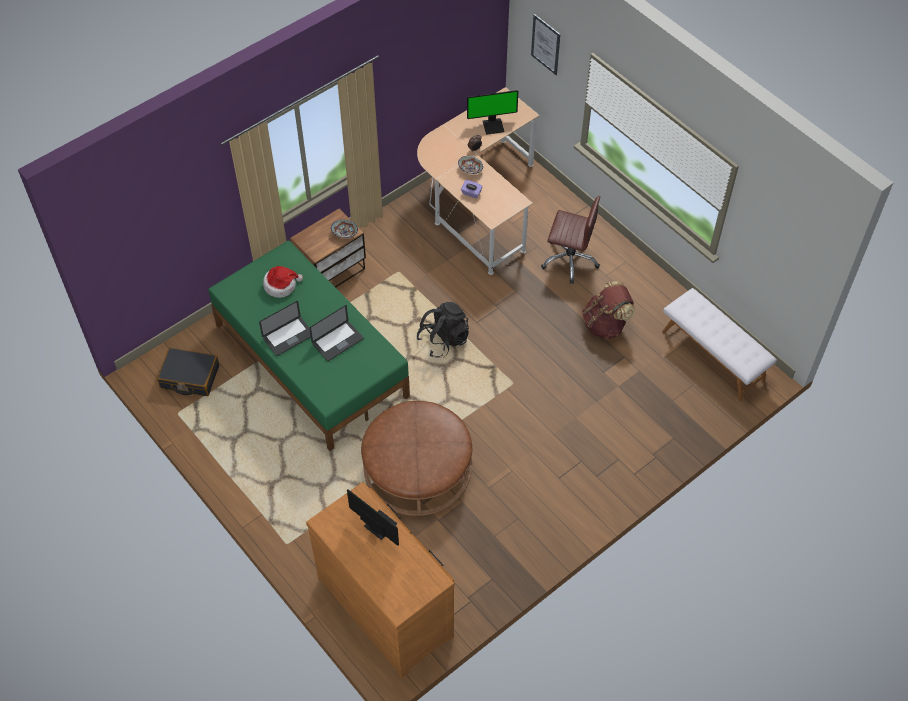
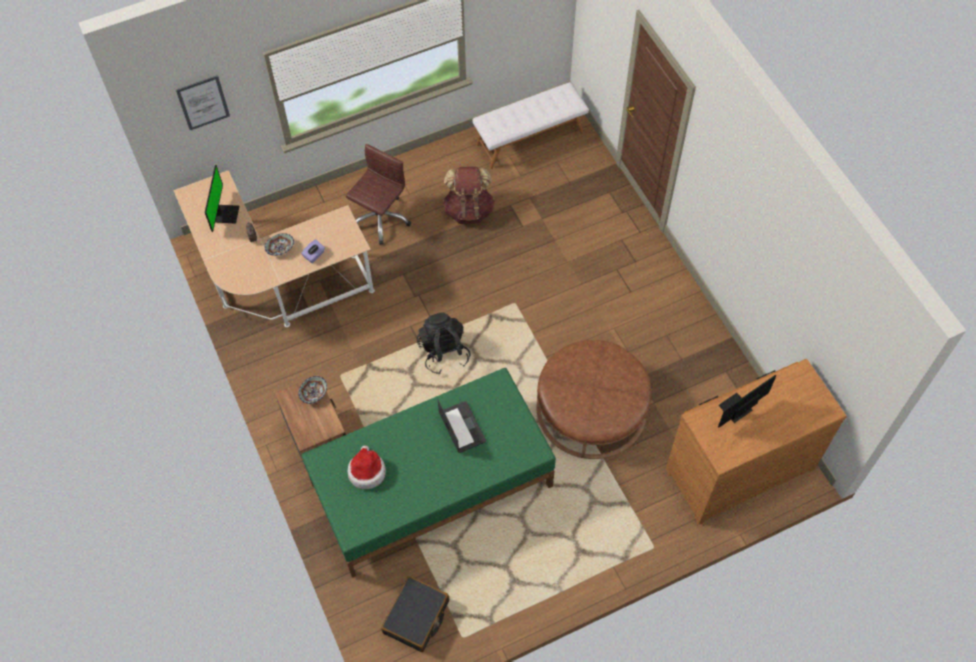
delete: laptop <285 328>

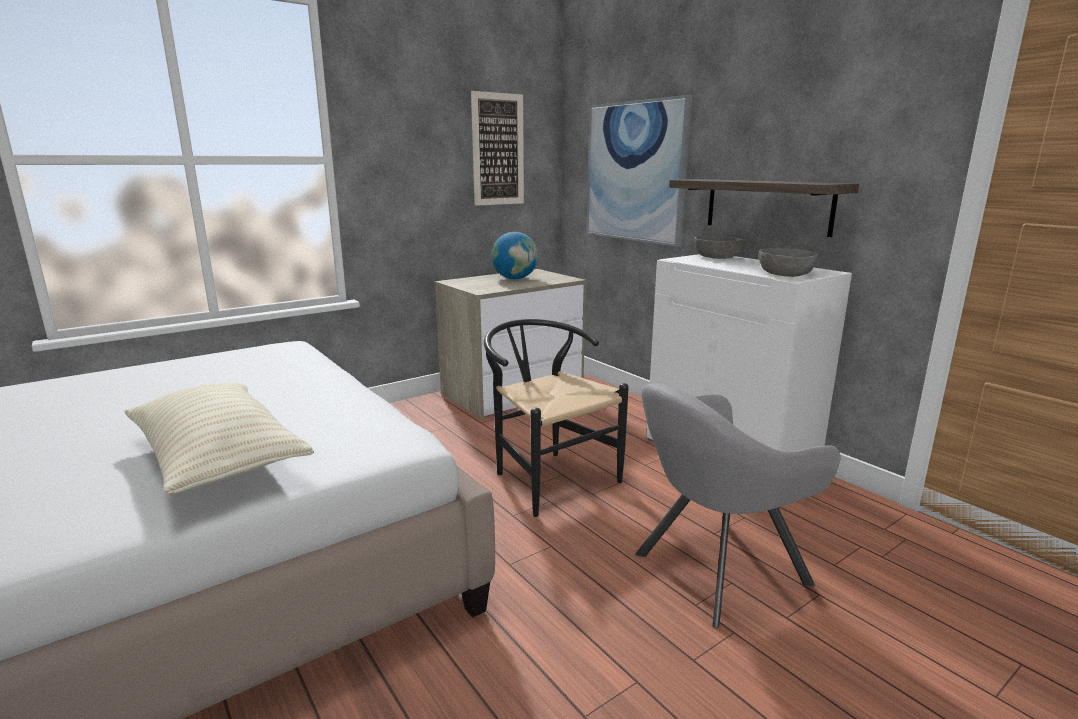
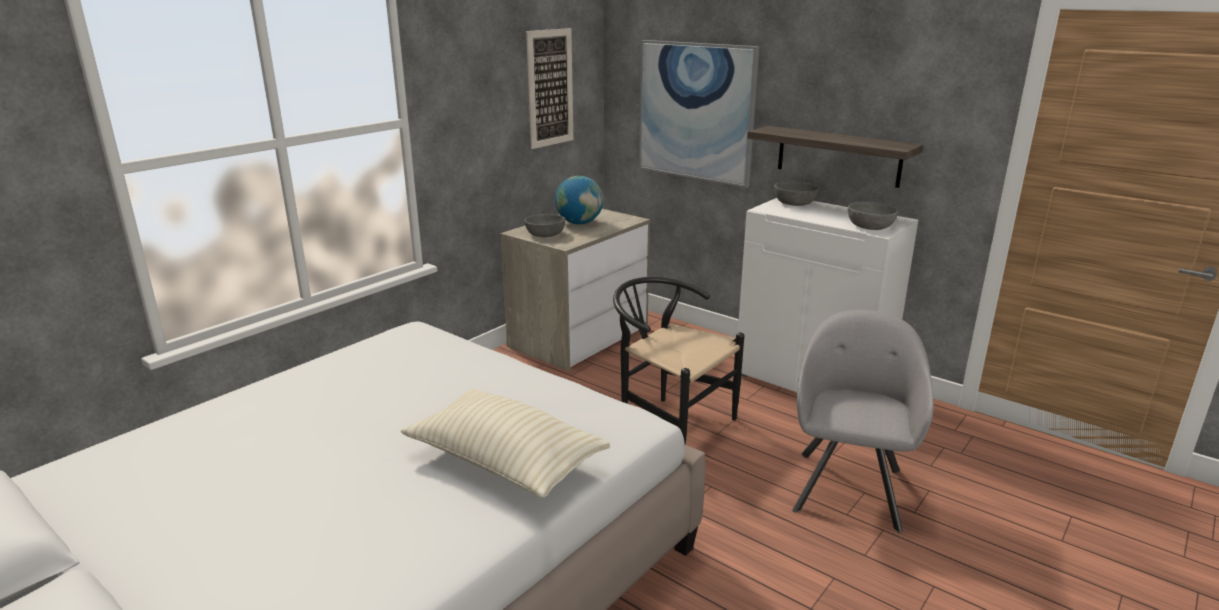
insert: grey bowl <544 225>
rotate: grey armchair <738 505> = <863 421> 150 degrees clockwise

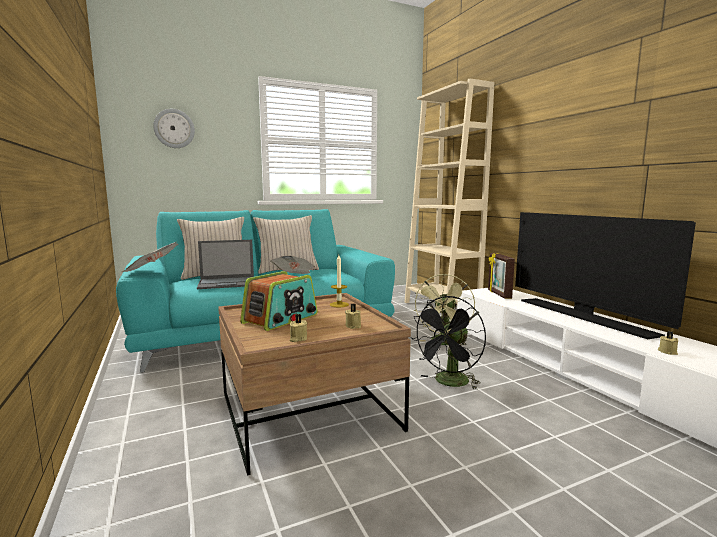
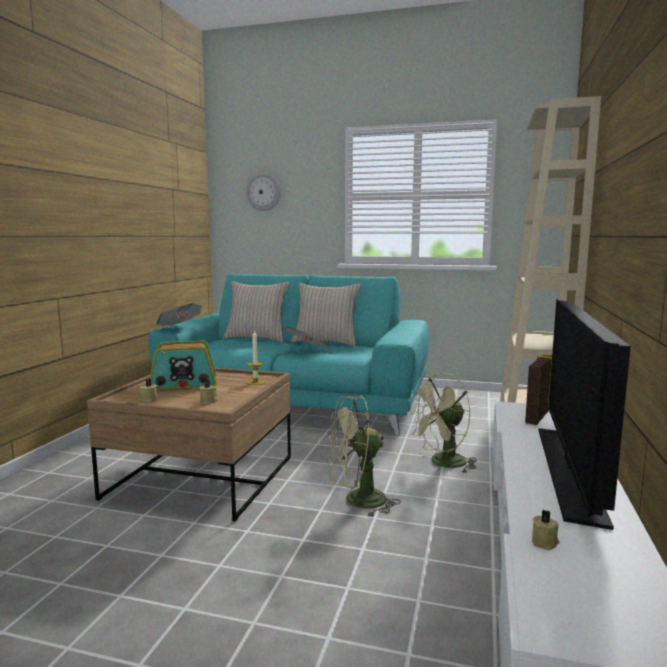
delete: laptop <225 264>
recolor: black fan <449 343> to green fan <364 456>

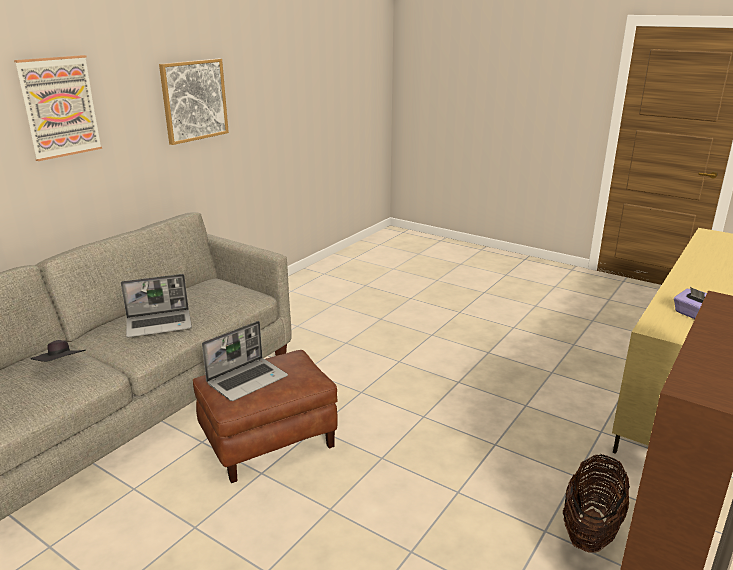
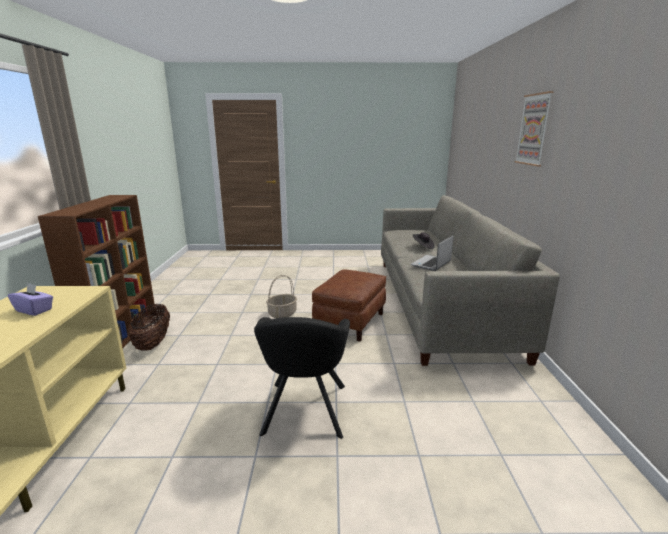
delete: picture <194 102>; laptop <245 361>
insert: black armchair <302 378>; basket <281 296>

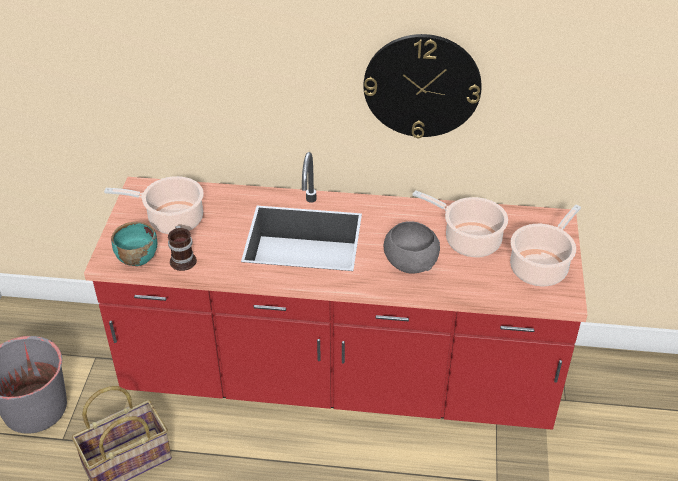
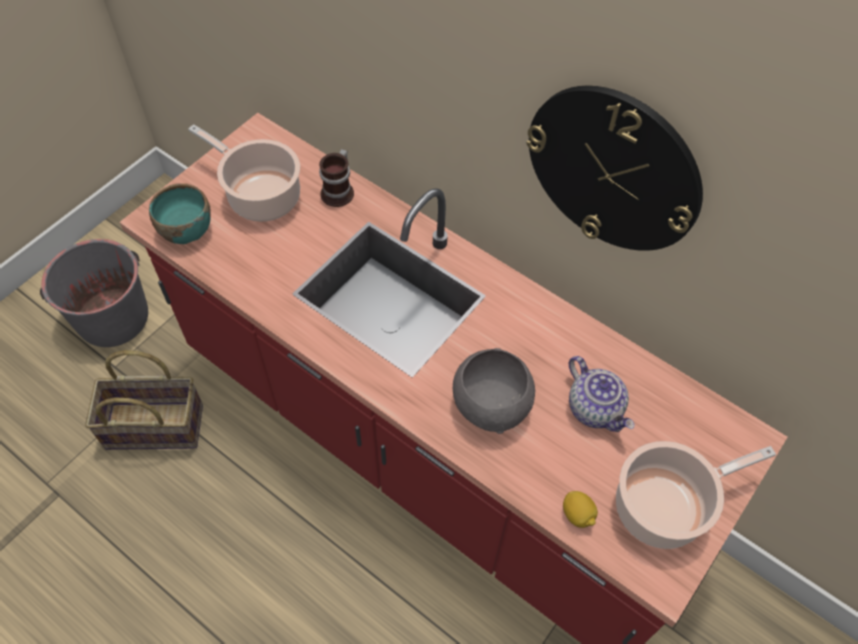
insert: lemon <580 509>
move: mug <182 248> to <336 178>
replace: cooking pot <460 223> to teapot <601 394>

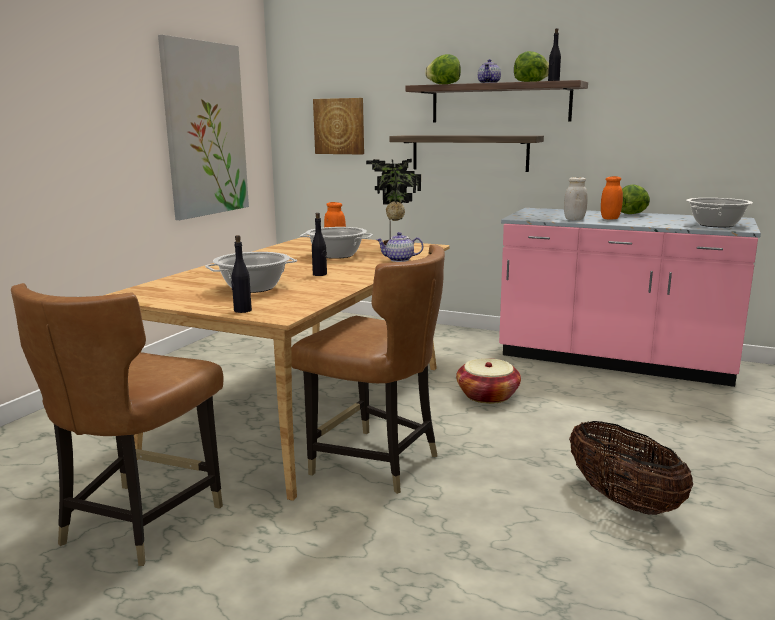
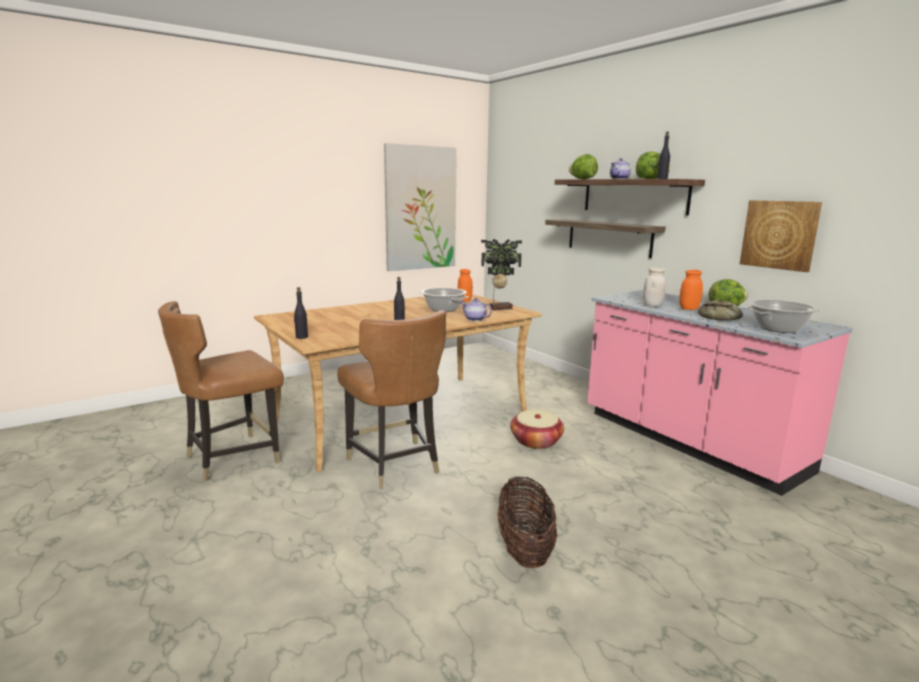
delete: cooking pot <251 272>
insert: bread <720 309>
move: picture <338 126> to <781 236>

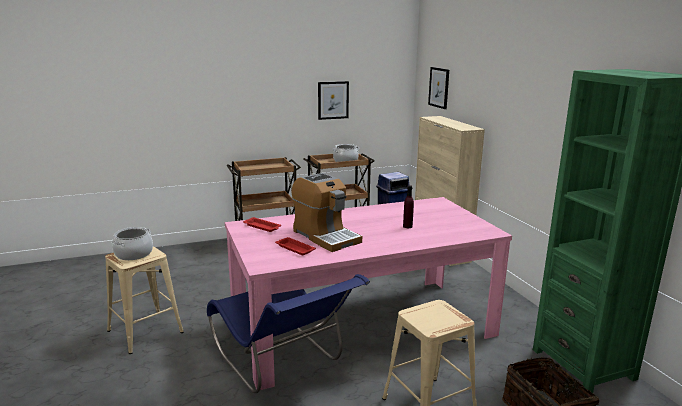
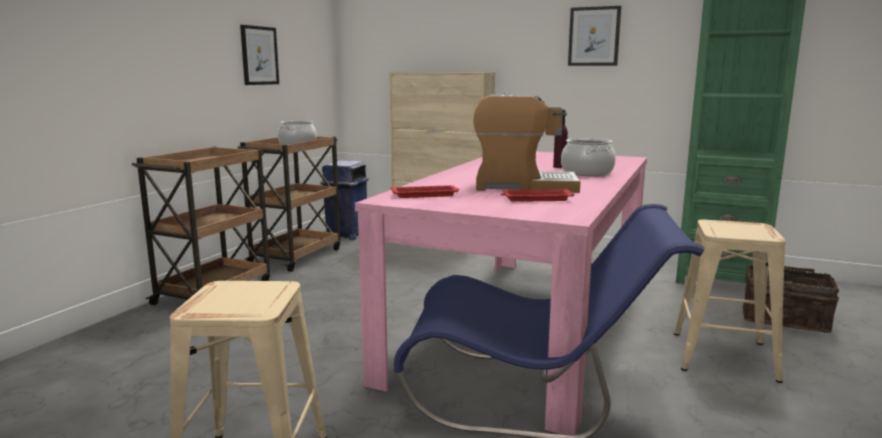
move: cooking pot <132 243> to <588 157>; picture <438 88> to <594 36>

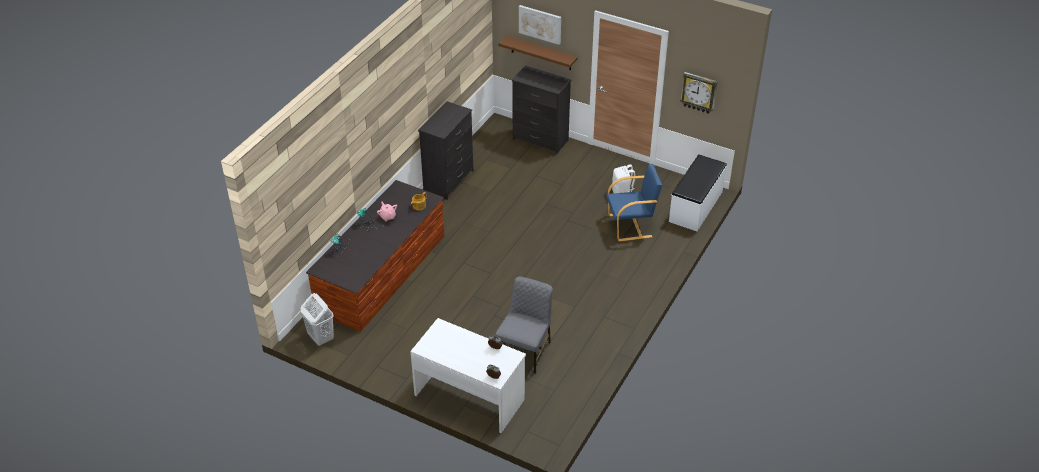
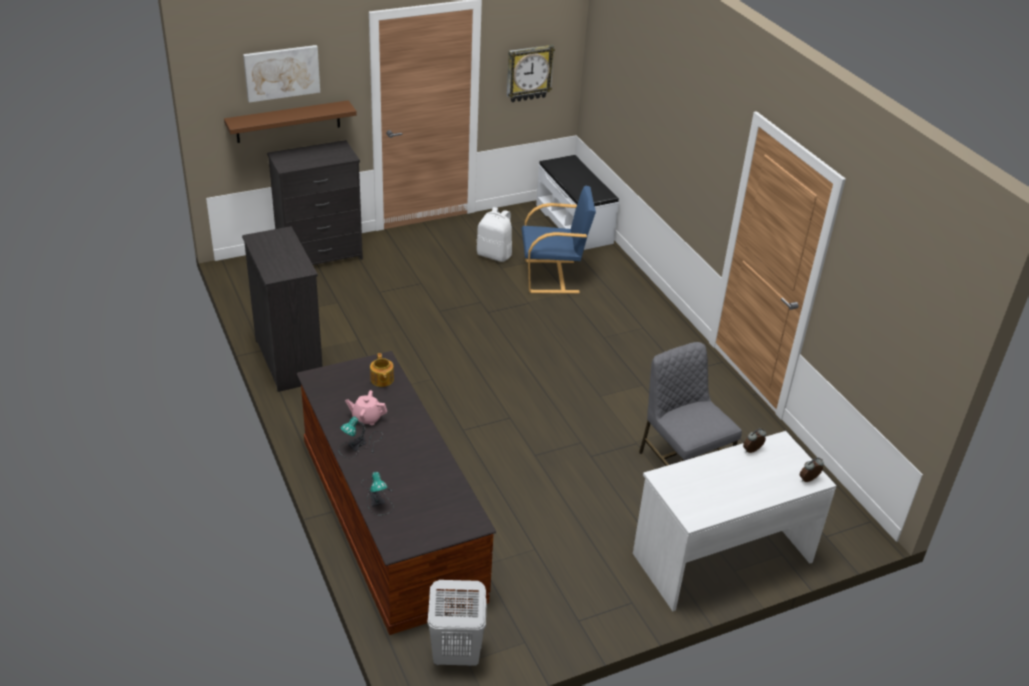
rotate: blue armchair <634 203> = <559 239> 60 degrees clockwise

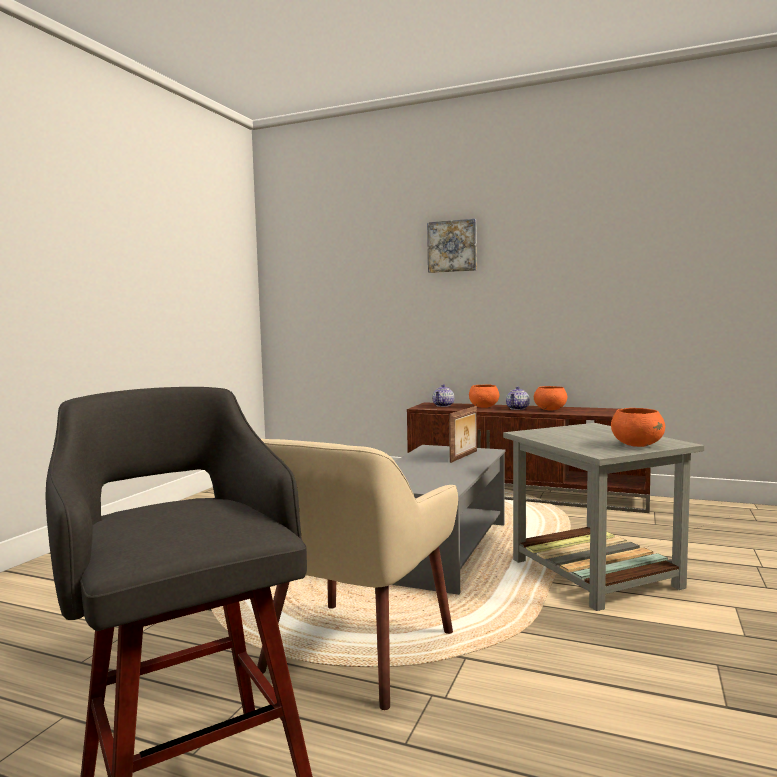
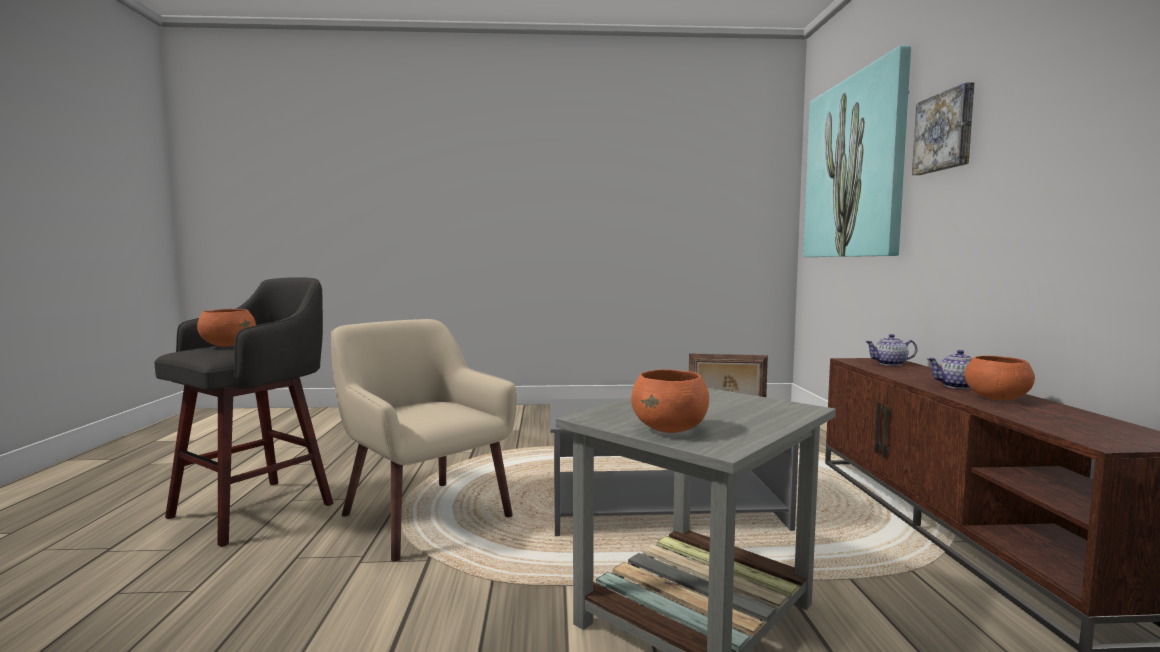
insert: picture <857 151>
move: orange bowl <484 396> to <226 327>
rotate: beige armchair <357 574> = <424 440> 45 degrees clockwise

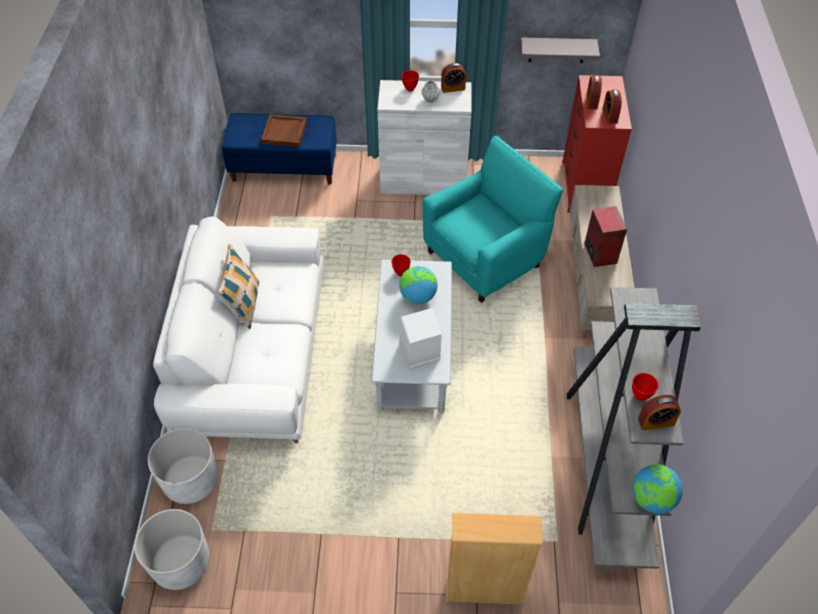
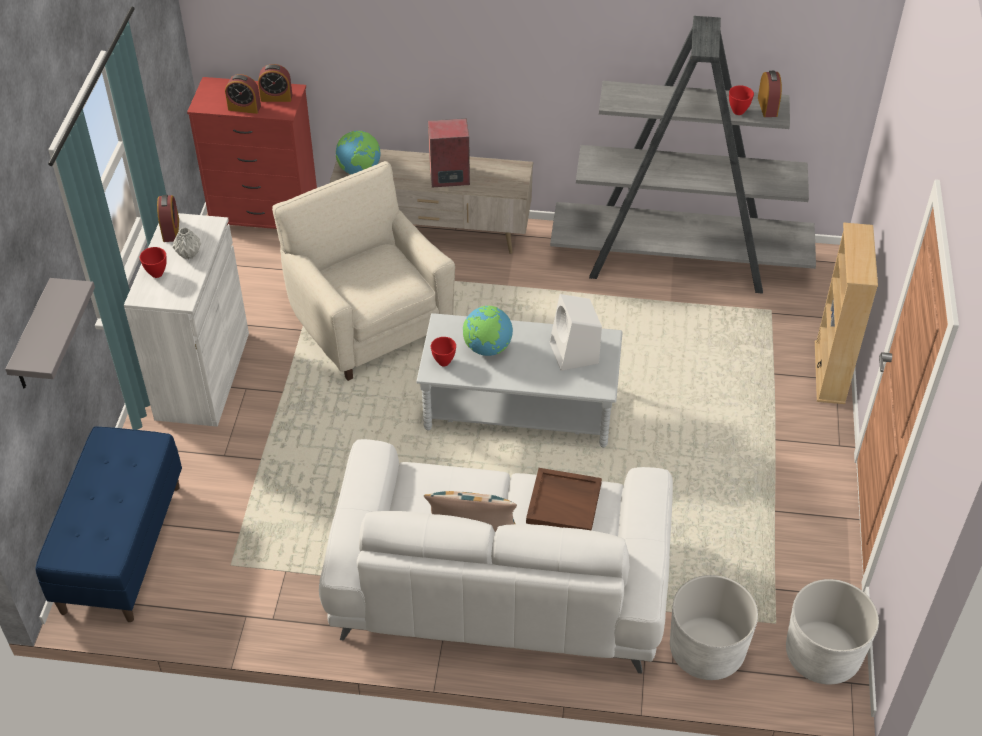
move: grey shelf <560 50> to <50 333>; globe <658 489> to <358 153>; brown tray <284 130> to <564 499>
recolor: turquoise armchair <493 219> to beige armchair <363 271>

